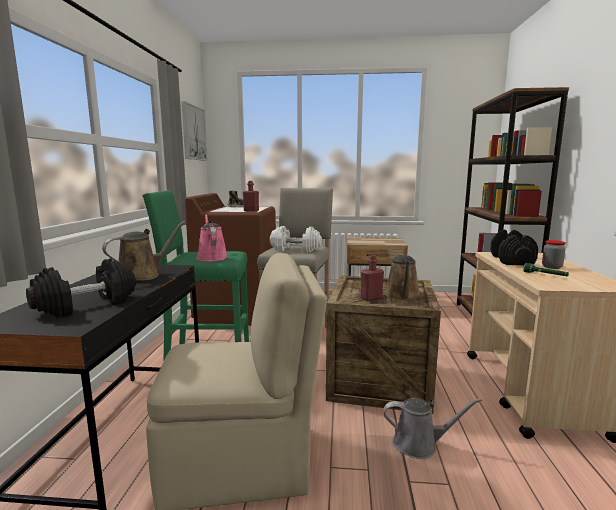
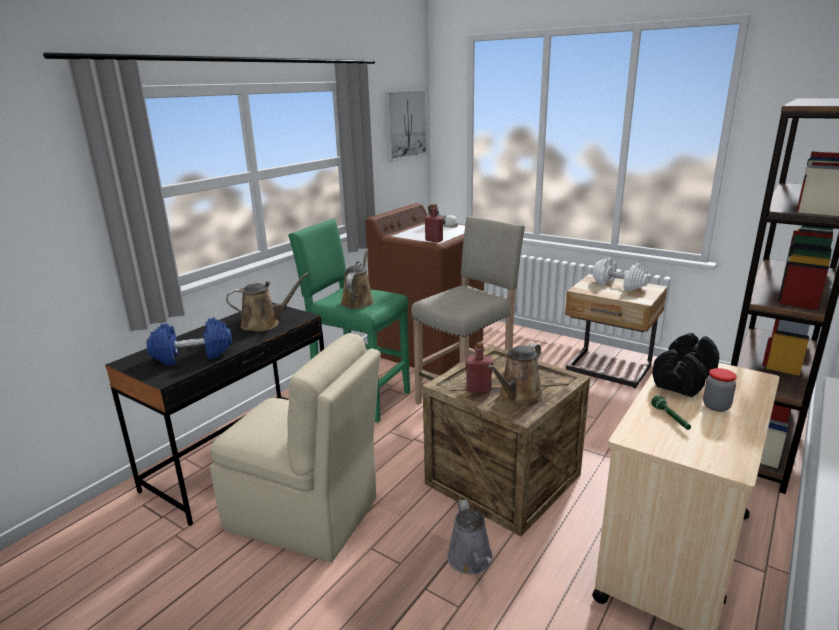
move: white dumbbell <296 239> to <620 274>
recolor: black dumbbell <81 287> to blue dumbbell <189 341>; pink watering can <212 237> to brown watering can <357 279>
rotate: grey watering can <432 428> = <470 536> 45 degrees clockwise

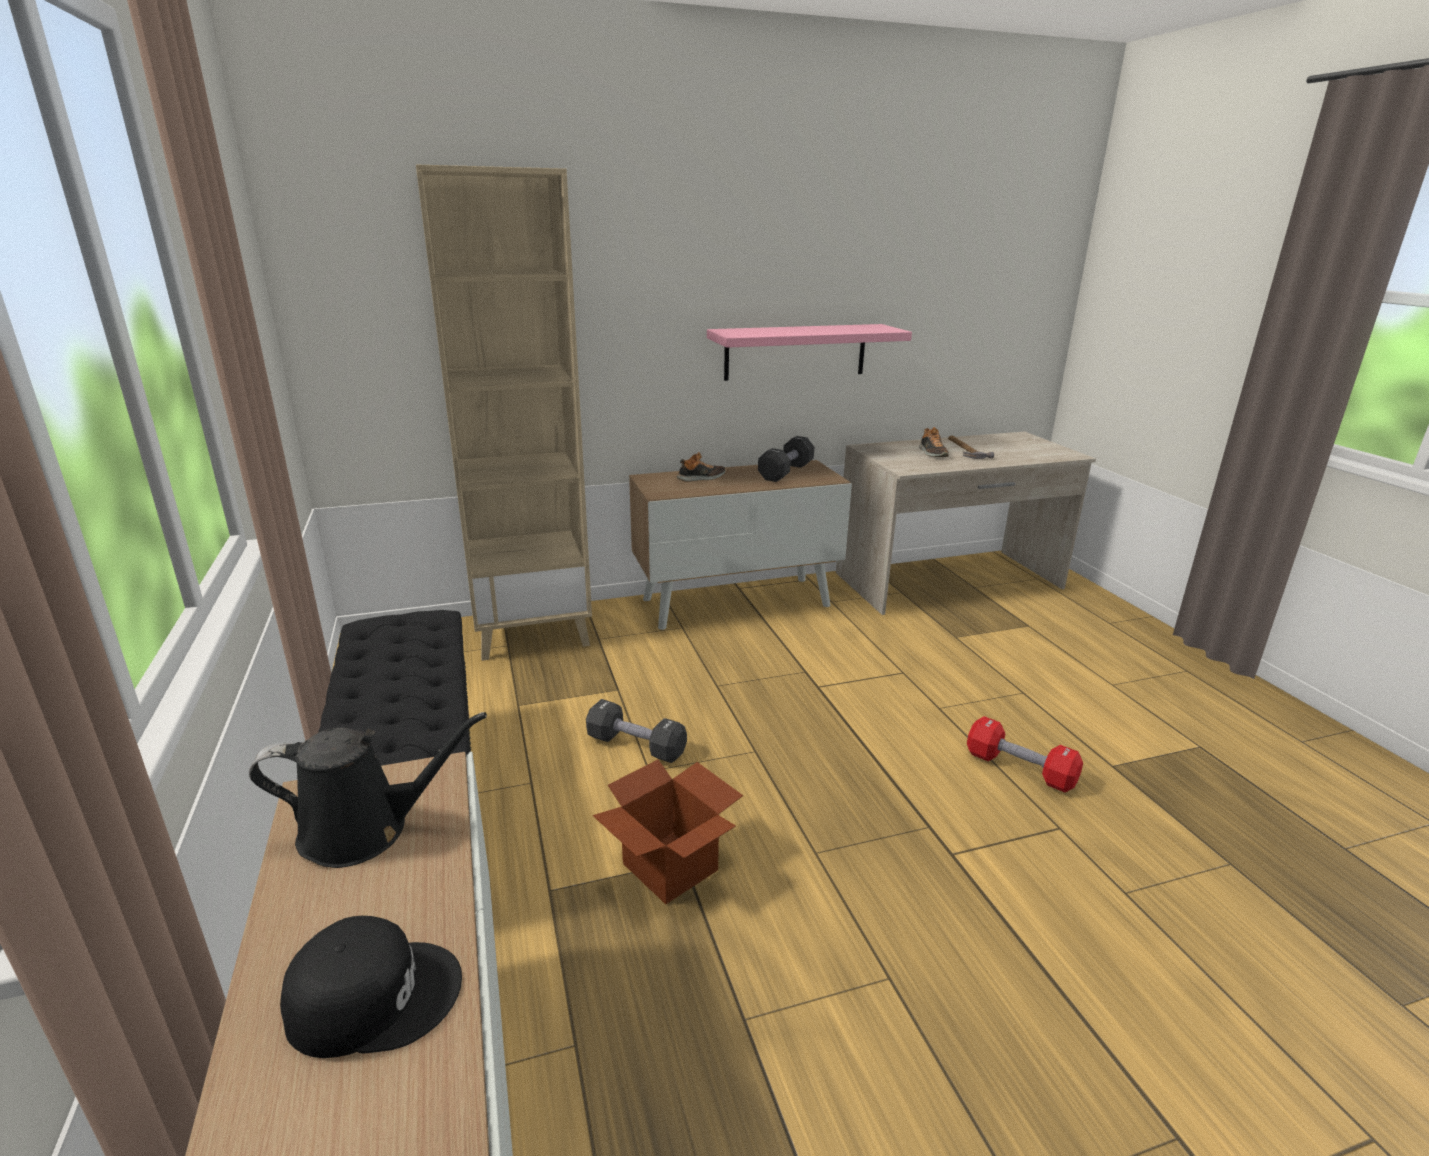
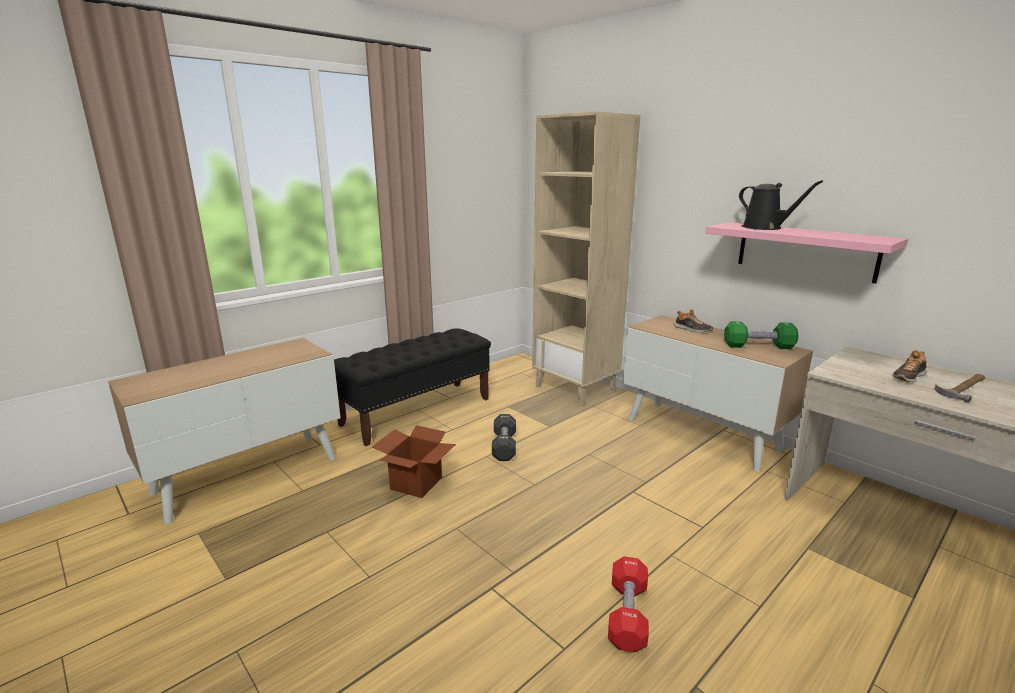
delete: black cap <371 987>
move: black watering can <368 790> to <781 205>
recolor: black dumbbell <786 459> to green dumbbell <761 335>

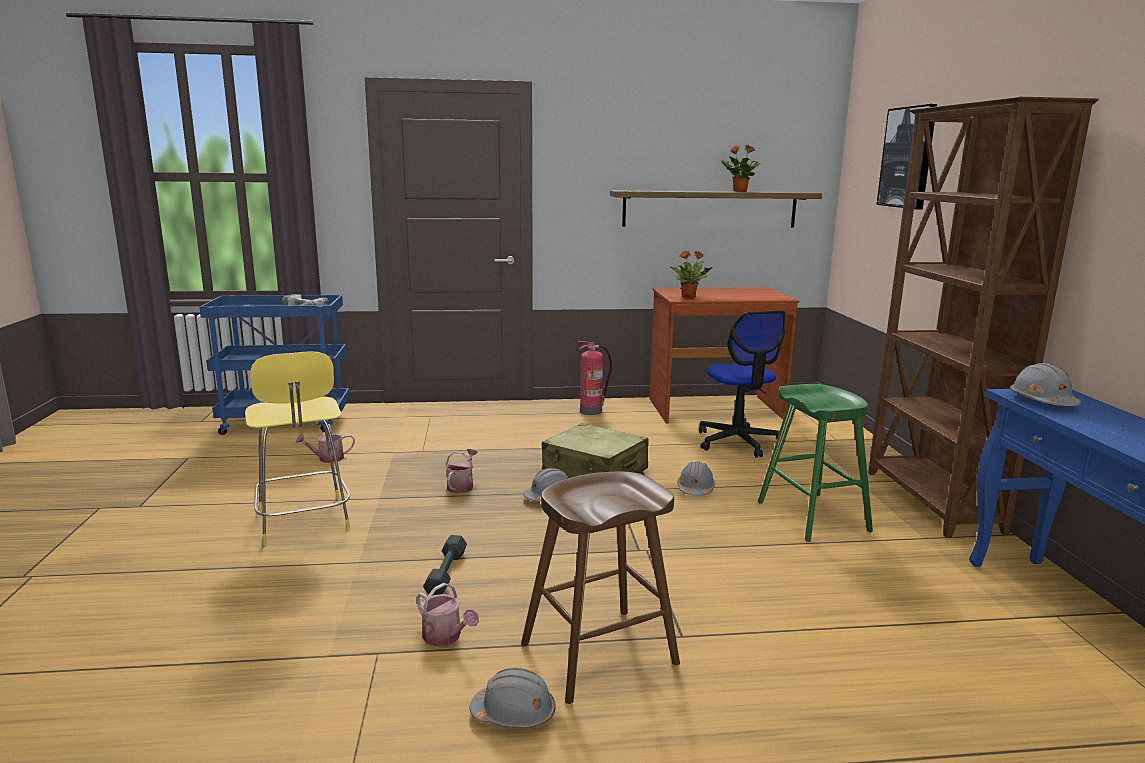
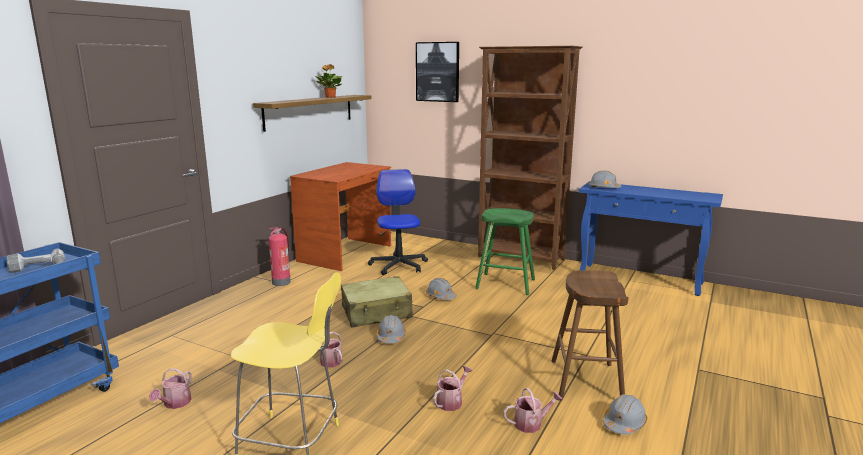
delete: potted plant <691 274>
replace: grey dumbbell <445 565> to watering can <452 388>
rotate: office chair <742 384> = <398 222> 120 degrees counterclockwise

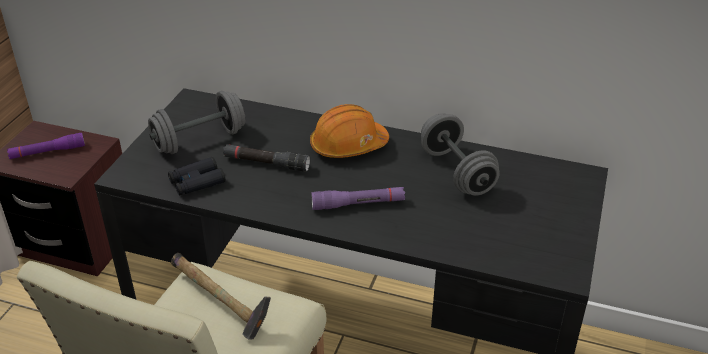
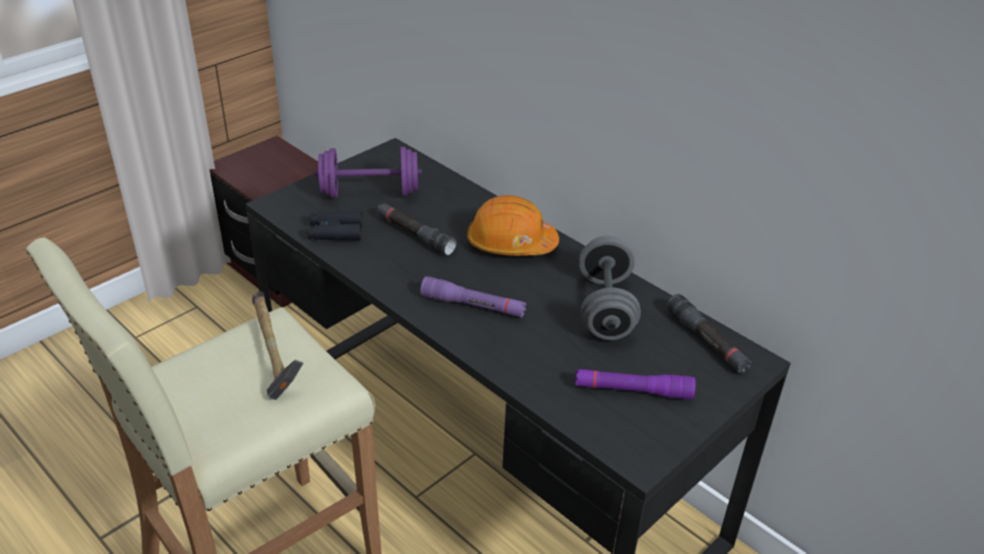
insert: black flashlight <708 333>
move: purple flashlight <46 146> to <635 384>
recolor: grey dumbbell <196 122> to purple dumbbell <368 172>

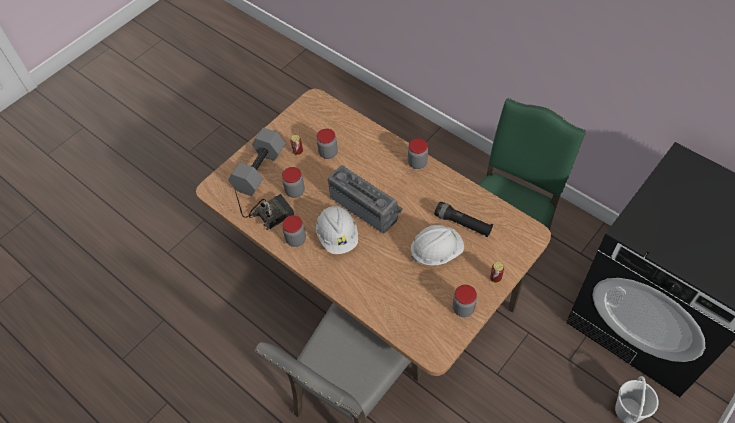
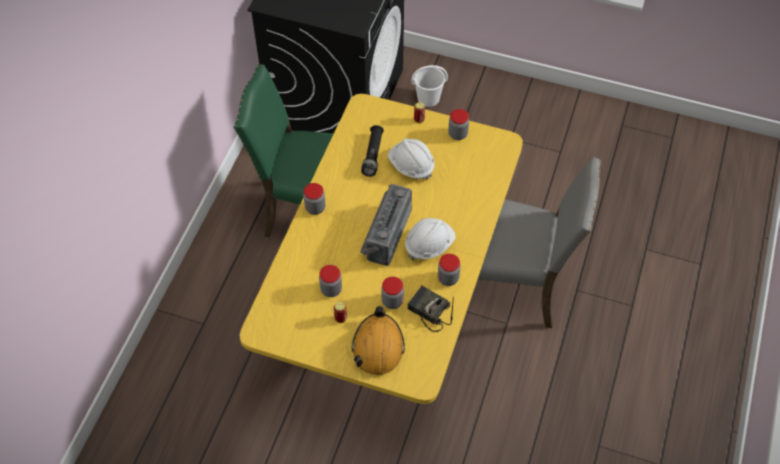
replace: grey dumbbell <257 162> to orange hard hat <378 340>
recolor: brown dining table <373 232> to yellow dining table <381 249>

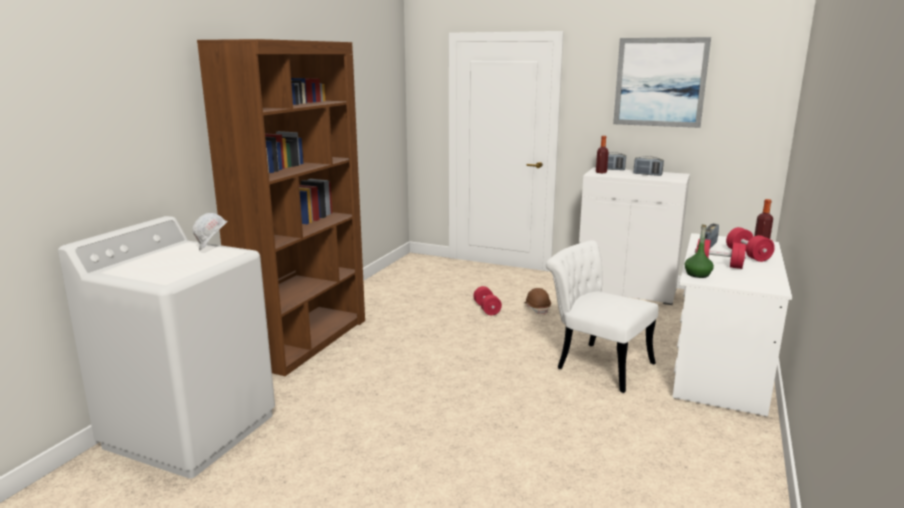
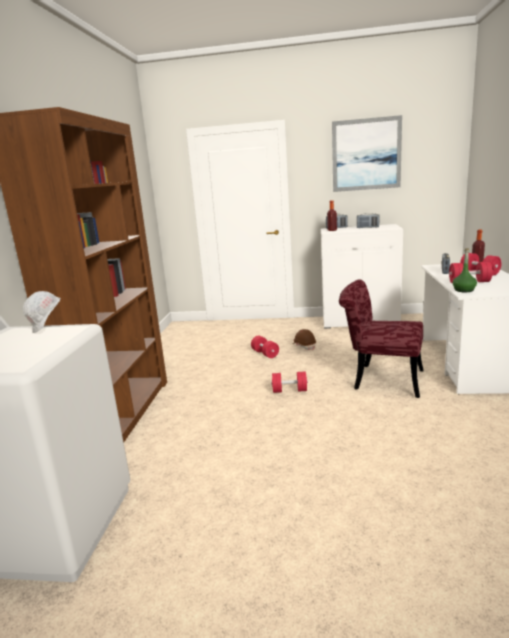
insert: red dumbbell <289 382>
recolor: white chair <602 316> to red chair <381 338>

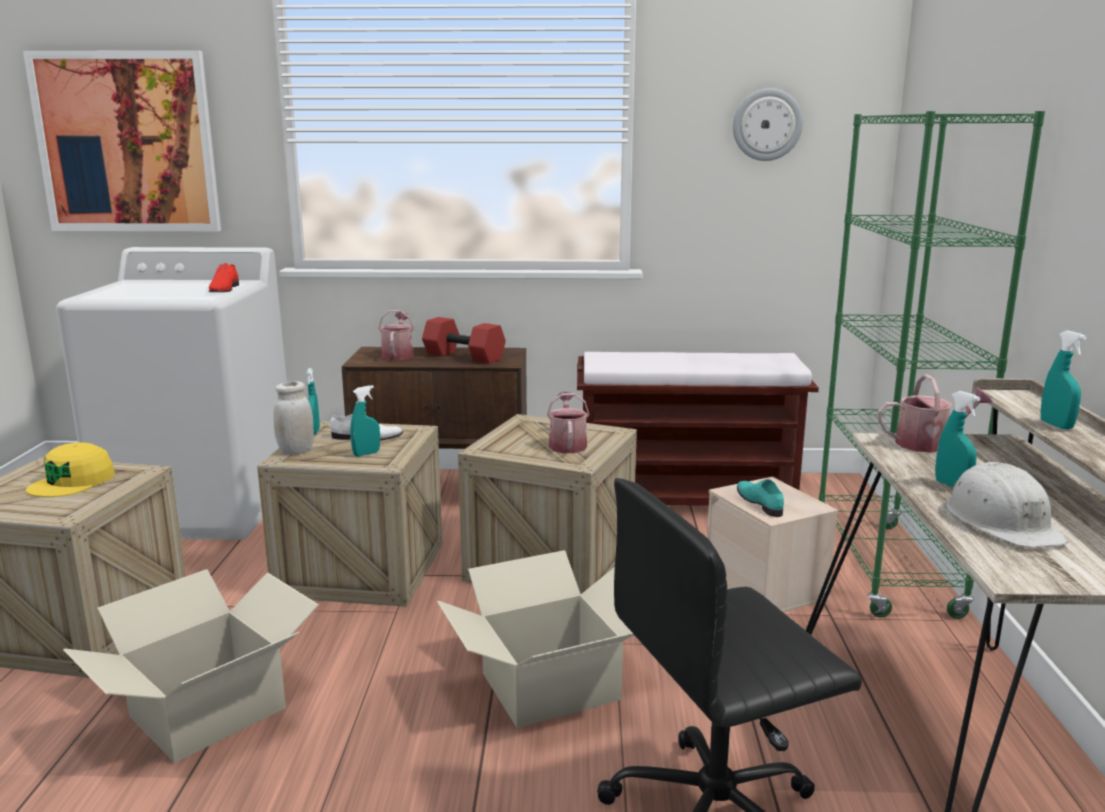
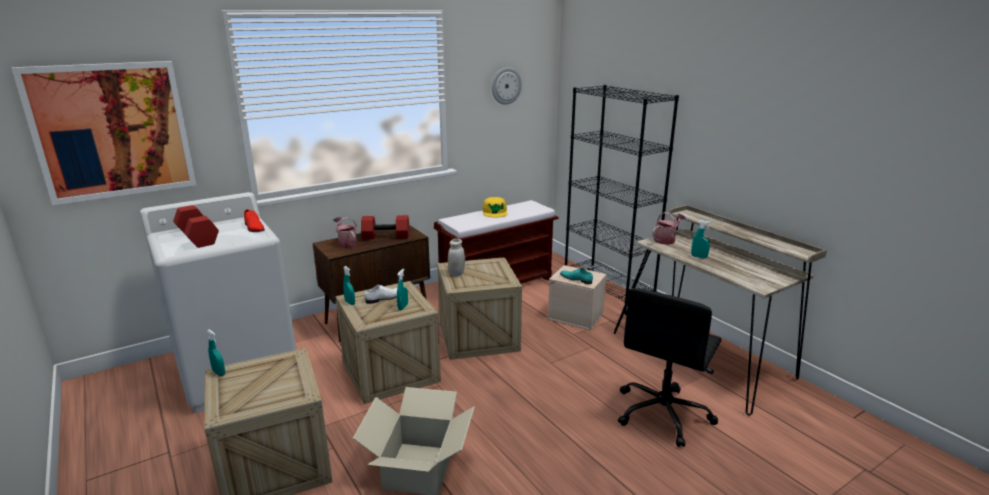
delete: cardboard box <536 639>; watering can <568 422>; white hard hat <1006 505>
insert: red dumbbell <196 226>
move: turquoise spray bottle <1063 380> to <216 352>; white jar <293 418> to <456 258>; yellow cap <70 469> to <495 207>
recolor: green bookcase <932 365> to black bookcase <622 200>

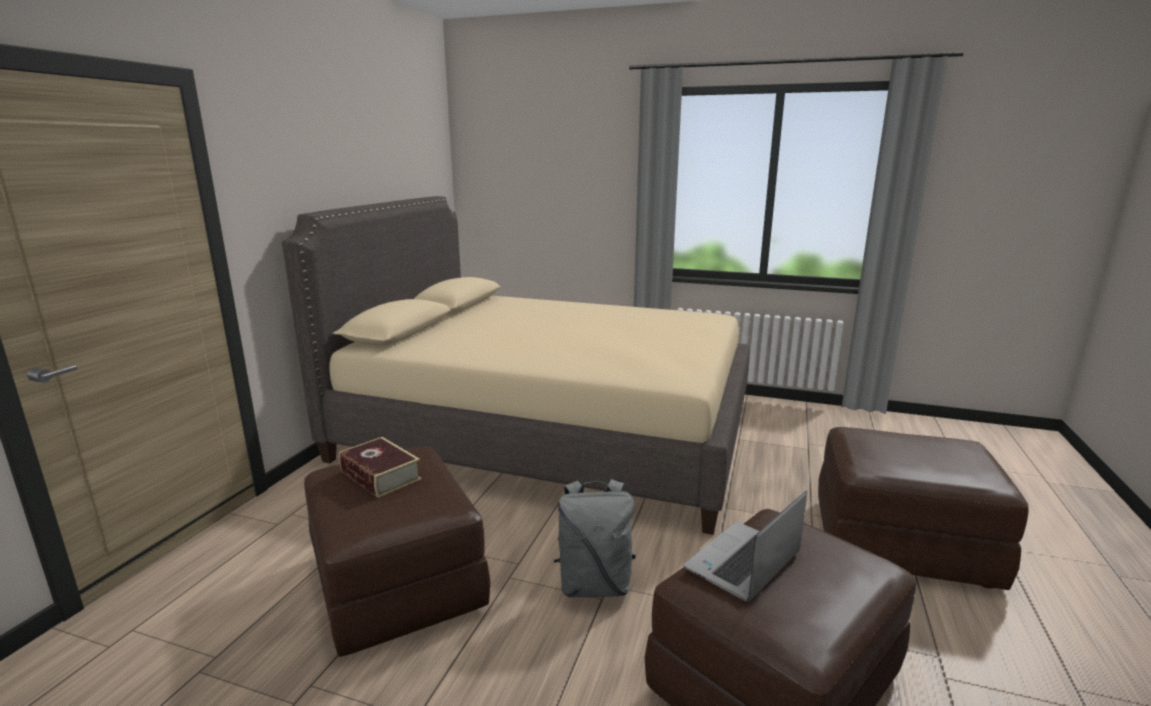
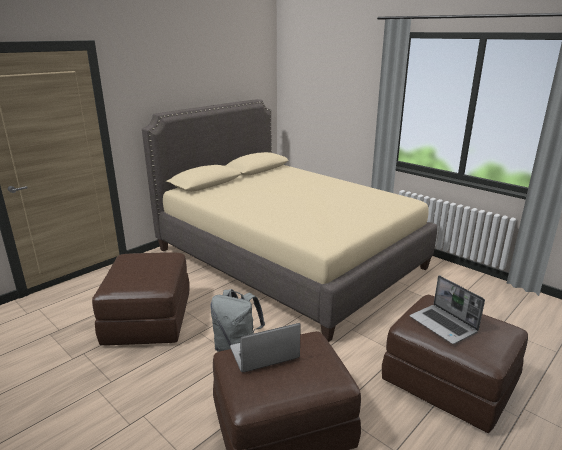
delete: book <380 467>
insert: laptop <447 309>

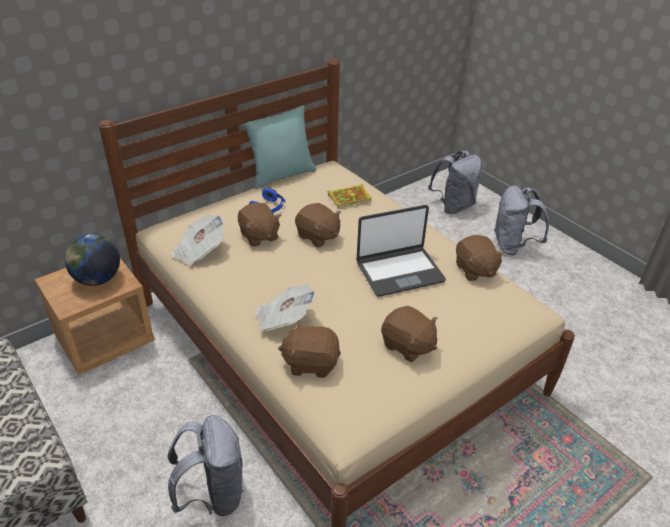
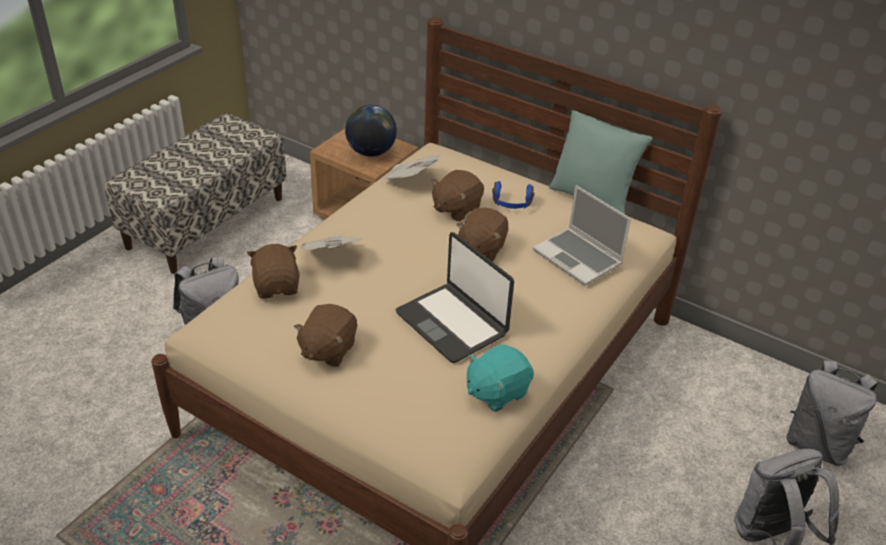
replace: book <350 196> to laptop <582 235>
recolor: brown plush toy <480 258> to turquoise plush toy <500 378>

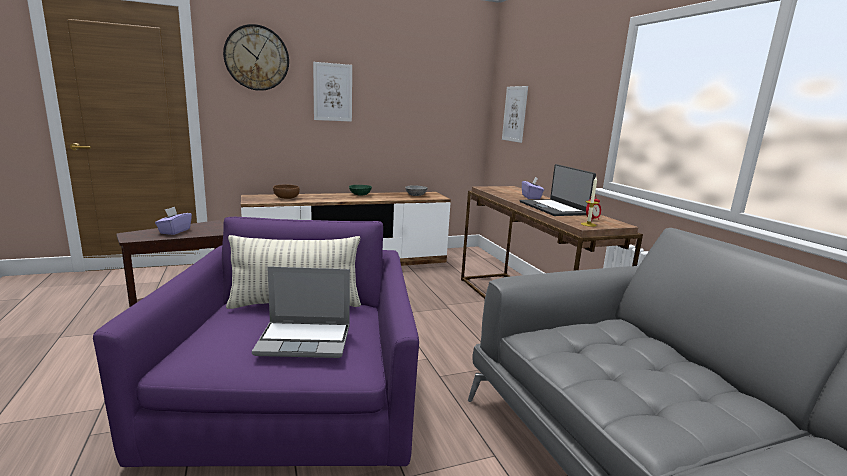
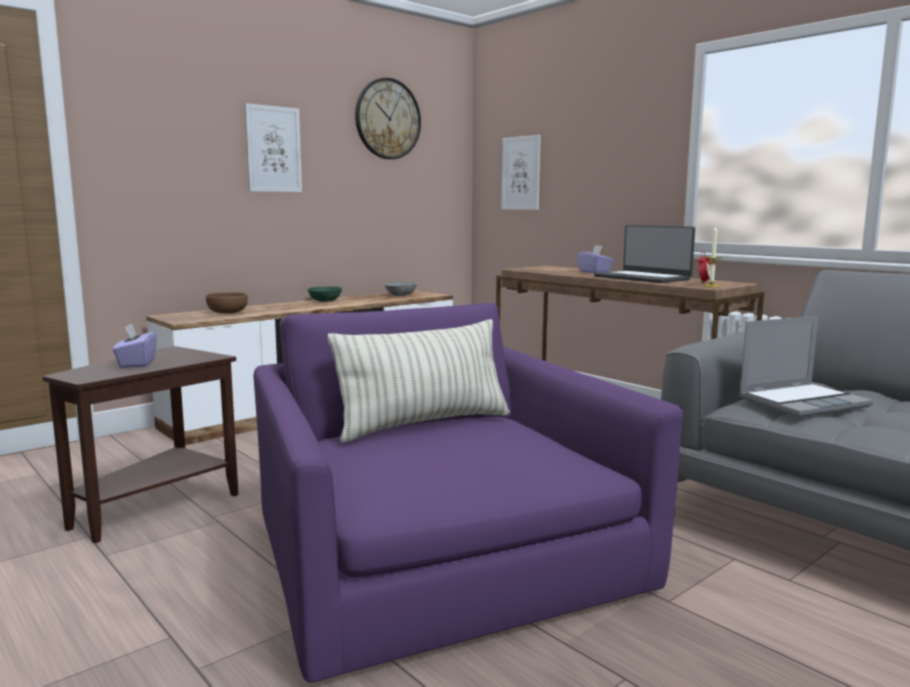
move: wall clock <256 57> to <388 118>; laptop <301 312> to <806 367>

